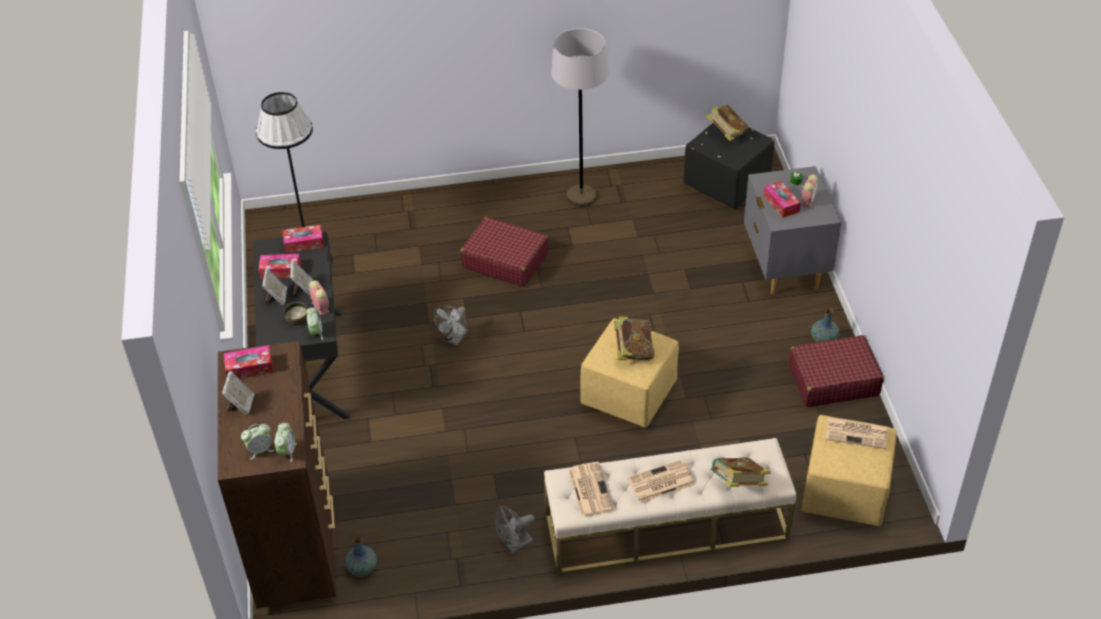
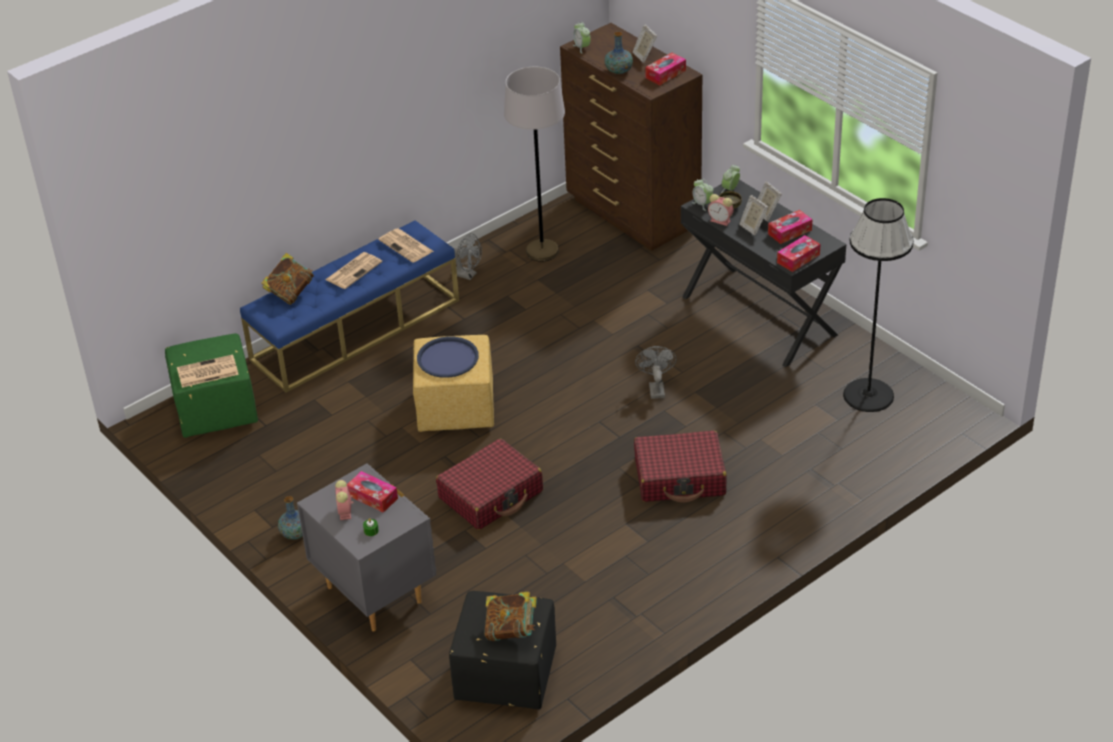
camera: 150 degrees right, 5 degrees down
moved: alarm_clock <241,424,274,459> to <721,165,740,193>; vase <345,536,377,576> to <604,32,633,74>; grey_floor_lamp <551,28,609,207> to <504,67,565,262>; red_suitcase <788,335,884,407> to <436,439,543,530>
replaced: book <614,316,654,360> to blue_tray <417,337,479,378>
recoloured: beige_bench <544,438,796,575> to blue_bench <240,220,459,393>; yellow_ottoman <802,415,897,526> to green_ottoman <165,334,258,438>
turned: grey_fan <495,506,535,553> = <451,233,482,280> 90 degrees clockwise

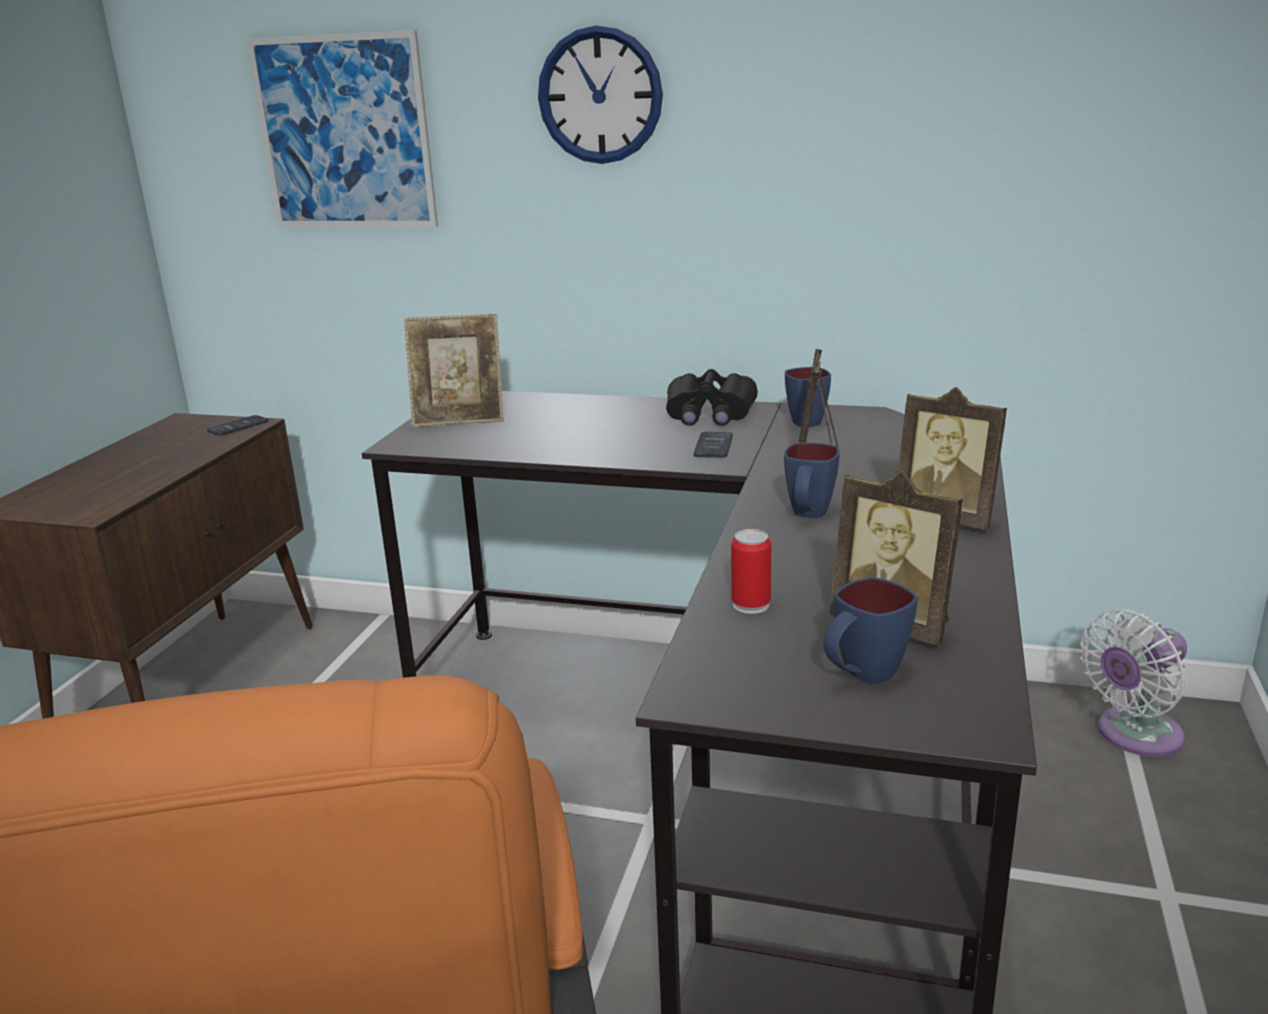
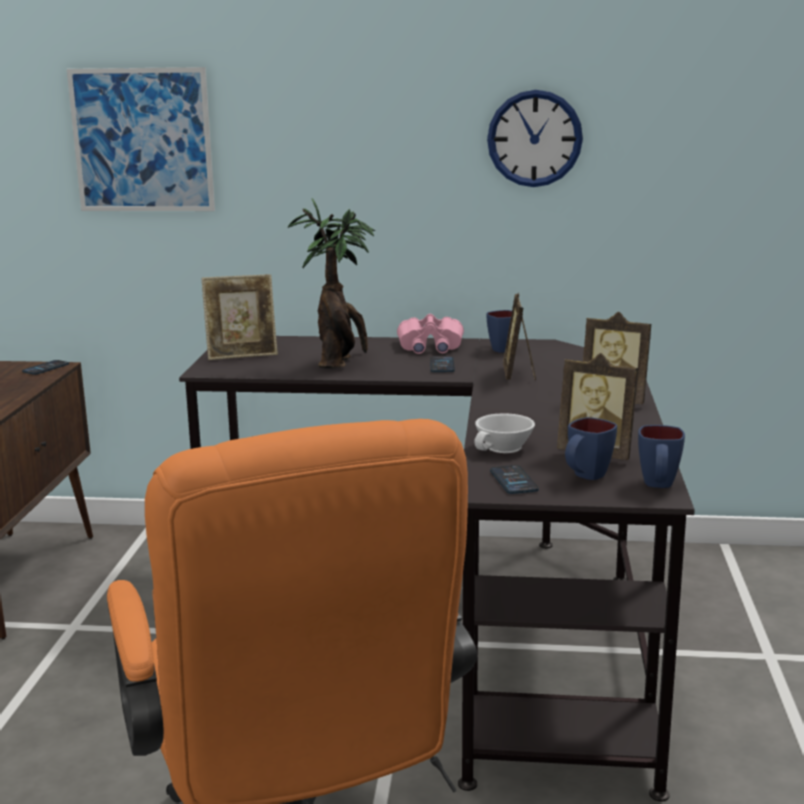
camera: 10 degrees left, 5 degrees down
removed: white_fan <1080,609,1187,757>
added: potted_plant <288,199,375,368>; phone <490,465,539,494>
moved: wall_clock <538,26,663,164> to <487,90,583,187>; blue_mug <784,442,840,518> to <638,425,685,488>
replaced: can <731,529,771,614> to white_cup <474,413,535,453>
recoloured: black_binoculars <666,369,758,426> to pink_binoculars <397,314,464,354>

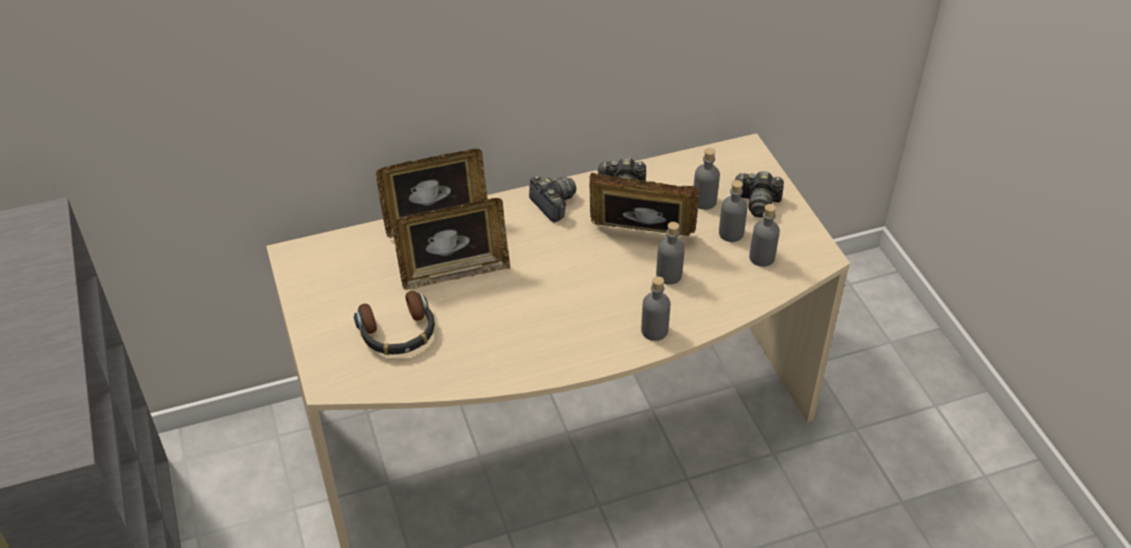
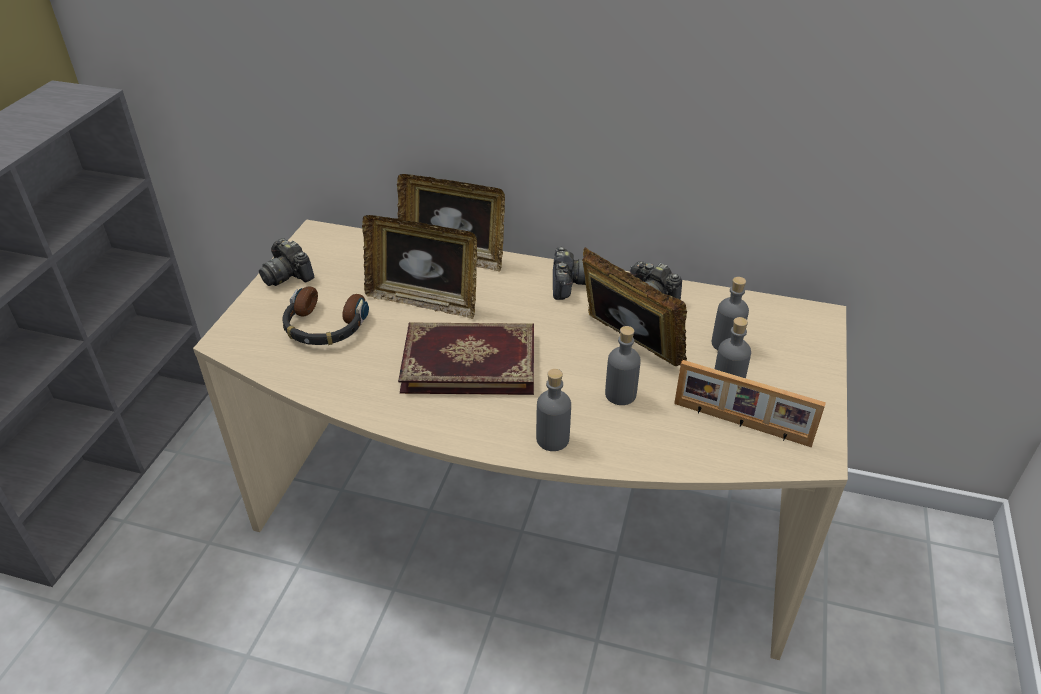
camera: 35 degrees right, 5 degrees down
added: book <398,323,534,395>
moved: photo_camera <735,171,784,218> to <259,238,314,286>
replaced: grey_bottle <749,204,780,267> to picture_frame <674,360,826,447>

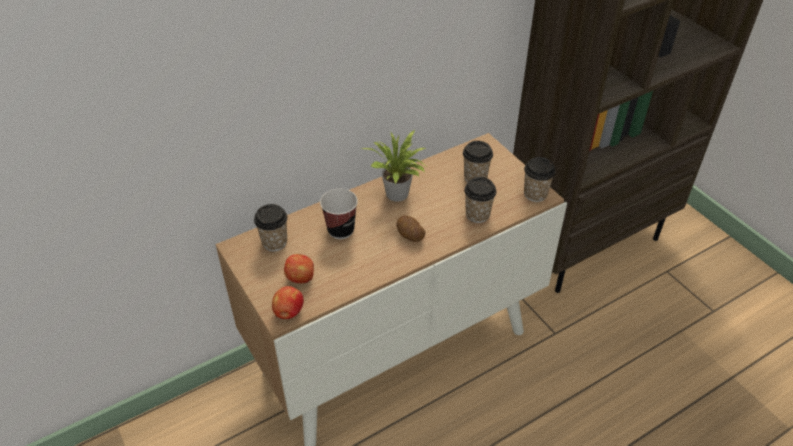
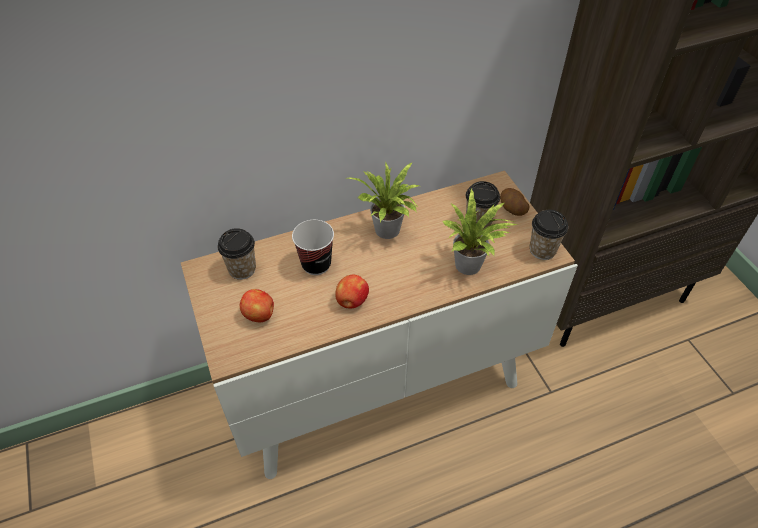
camera: 10 degrees right, 5 degrees up
moved: apple <272,286,304,319> to <335,275,369,308>; potato <396,216,426,242> to <500,188,530,216>
replaced: cup <464,177,496,223> to potted_plant <443,189,518,275>

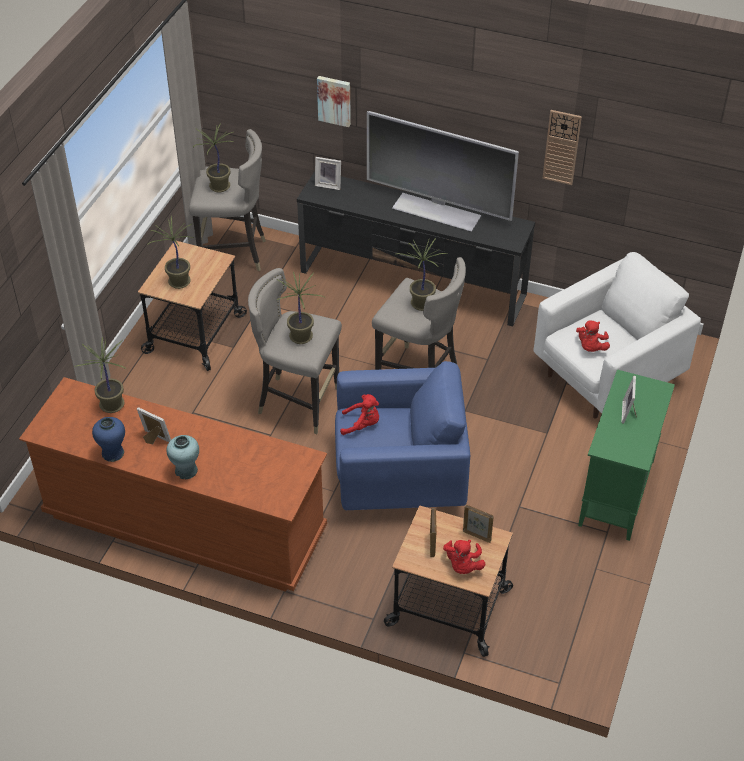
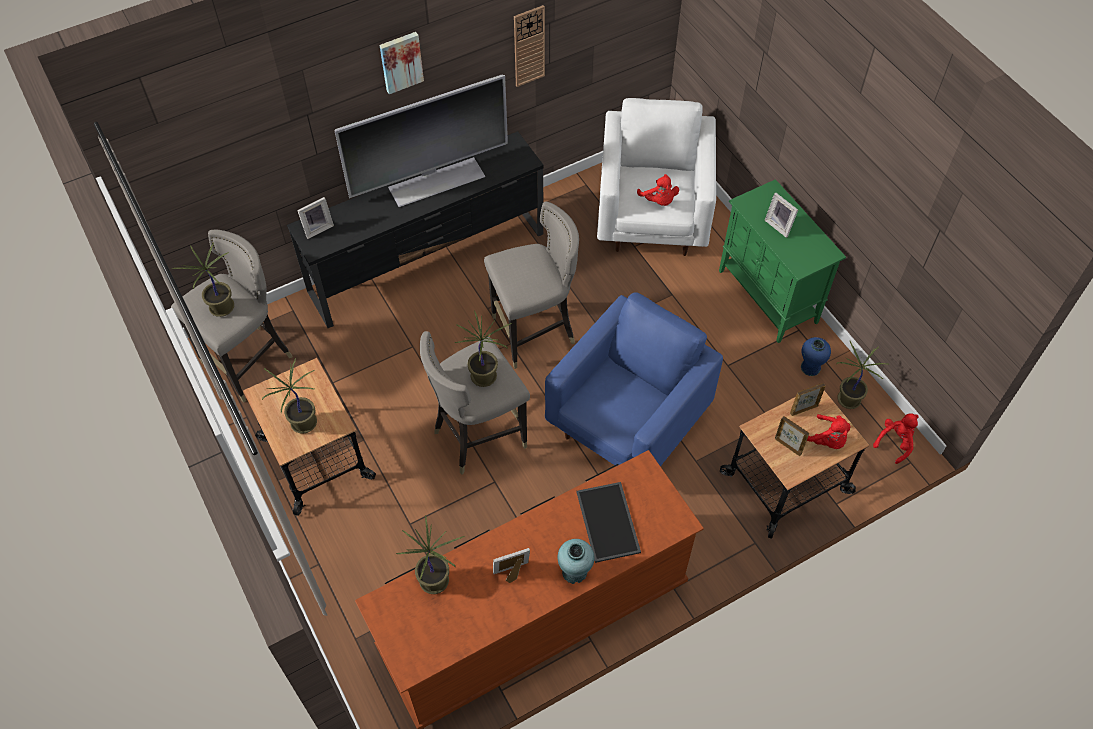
camera: 50 degrees left, 10 degrees up
added: tray <576,482,641,563>
moved: blue_vase <92,417,125,462> to <801,337,831,376>; picture <317,76,351,127> to <379,32,424,94>; red_plush_toy <340,394,379,435> to <873,413,919,464>; potted_plant <396,238,447,311> to <836,341,887,409>

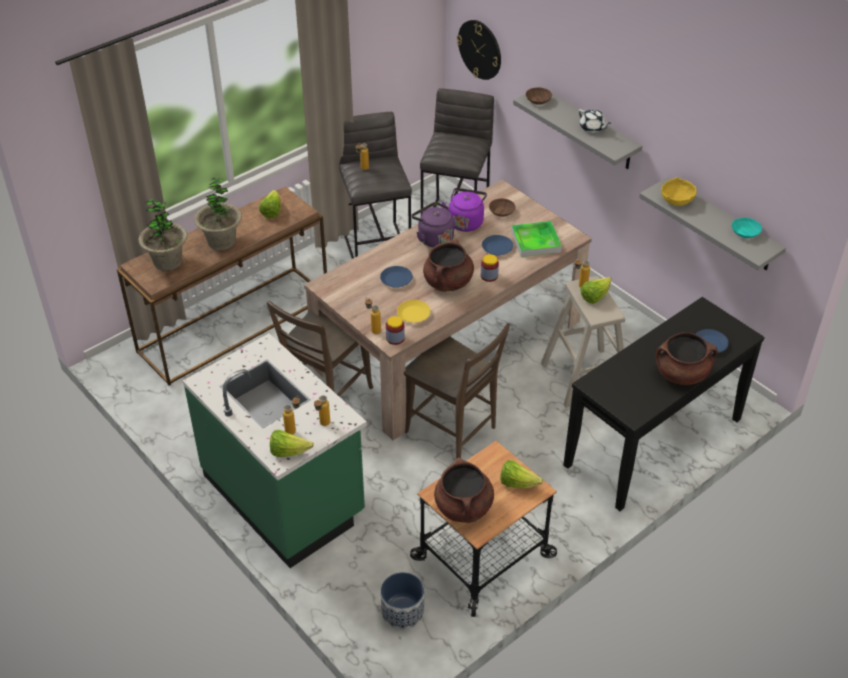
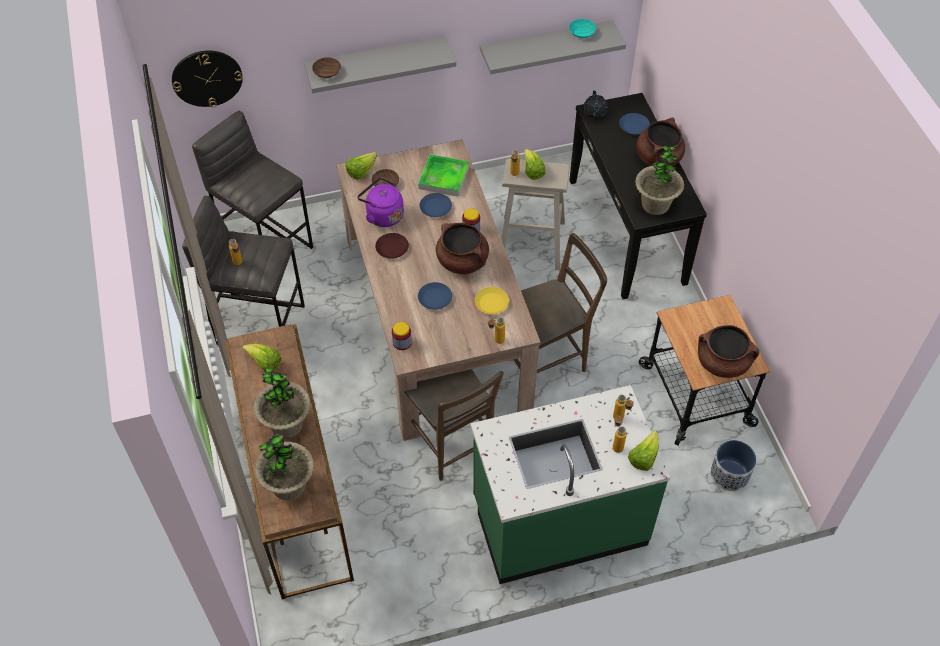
camera: 65 degrees left, 10 degrees up
removed: white_teapot <578,109,611,133>; yellow_bowl <661,177,696,206>
added: black_teapot <583,91,608,118>; potted_plant <635,145,684,215>
moved: jar <386,316,405,345> to <392,322,412,350>; lettuce <500,460,543,488> to <345,152,377,180>
replaced: purple_kettle <411,202,454,248> to brown_plate <375,233,409,259>

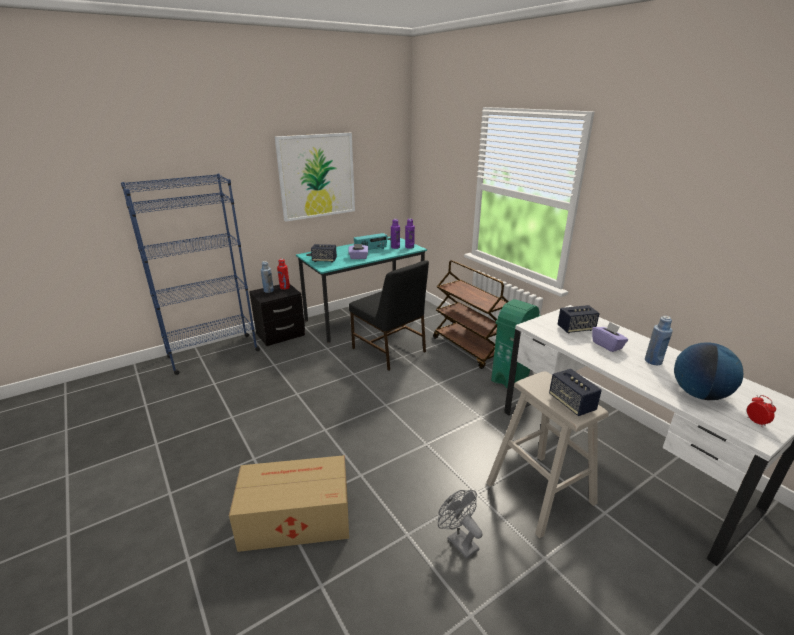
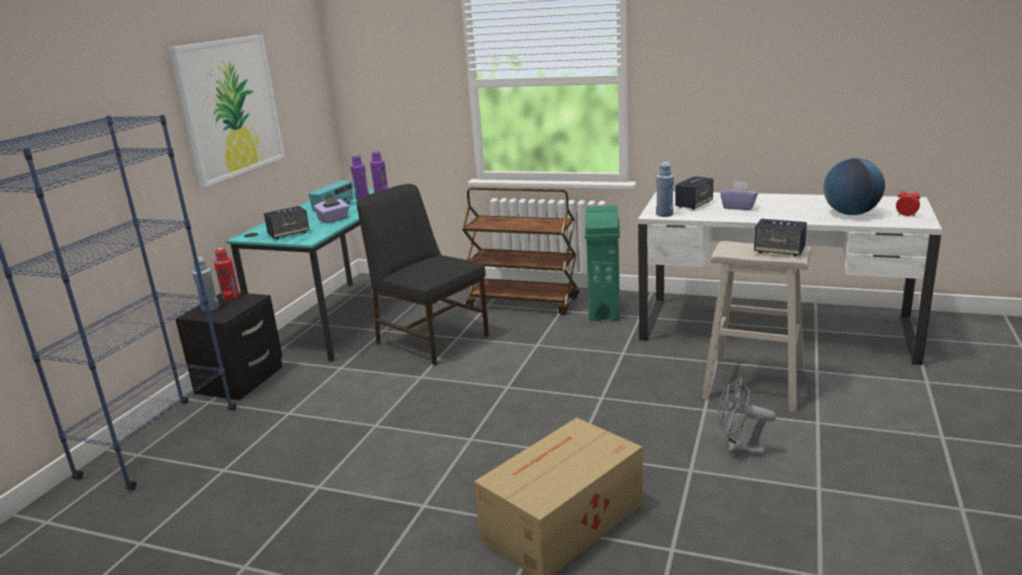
camera: 35 degrees left, 5 degrees down
moved: blue_bottle <645,316,673,365> to <656,162,674,217>
turned: black_chair <349,260,429,371> = <356,184,489,366> 150 degrees counterclockwise

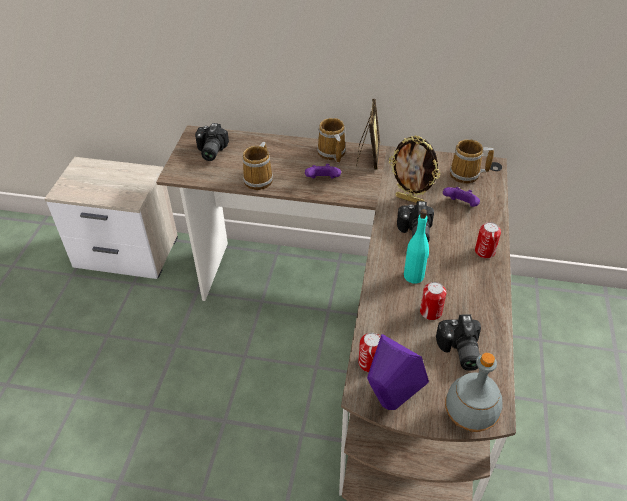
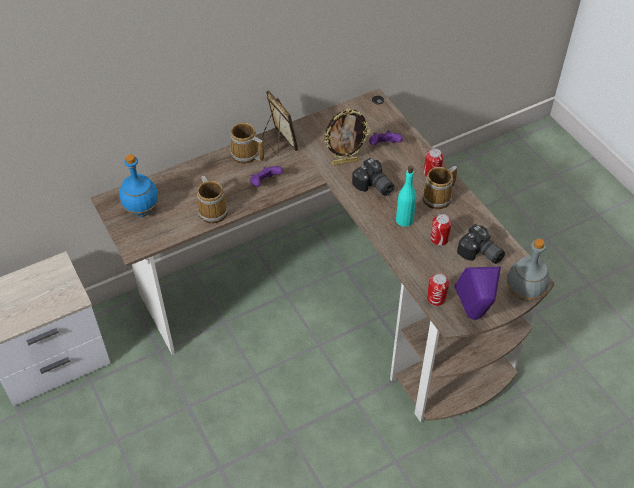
camera: 40 degrees left, 5 degrees up
moved: mug <450,139,494,184> to <422,166,457,209>
replaced: photo_camera <195,123,229,161> to blue_bottle <119,154,159,217>

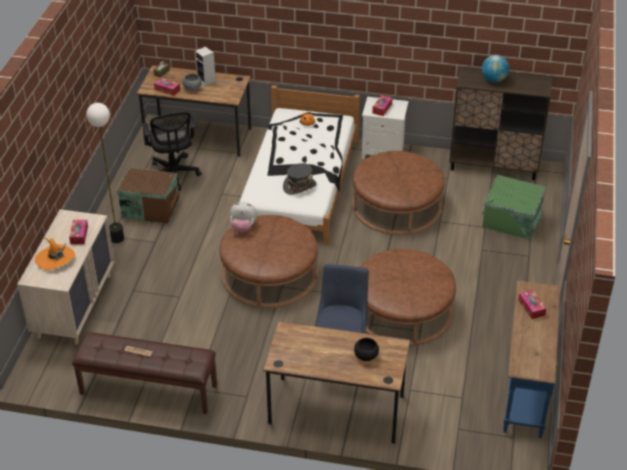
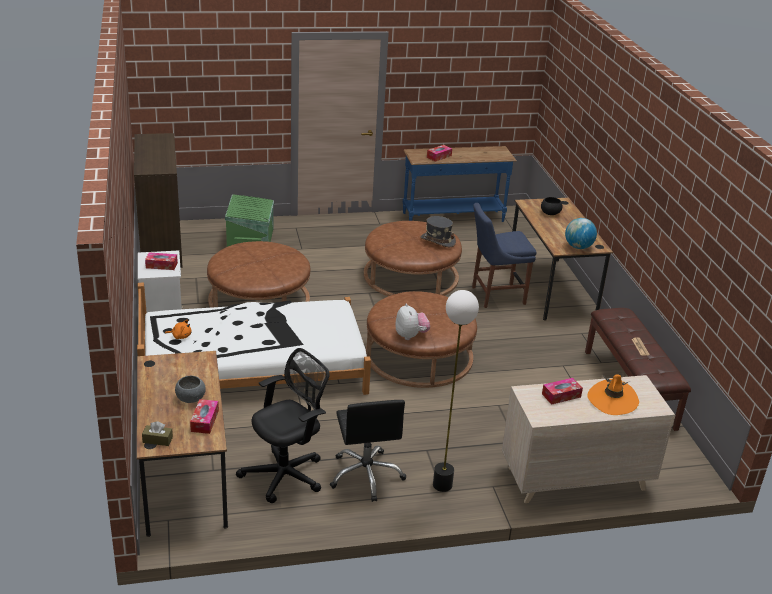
camera: 115 degrees left, 10 degrees down
removed: speaker <195,46,216,86>
moved: grey_hat <283,163,317,195> to <420,216,456,247>; globe <482,55,509,83> to <565,218,597,249>
replaced: brown_storage_box <117,168,180,224> to black_office_chair <330,400,406,502>

